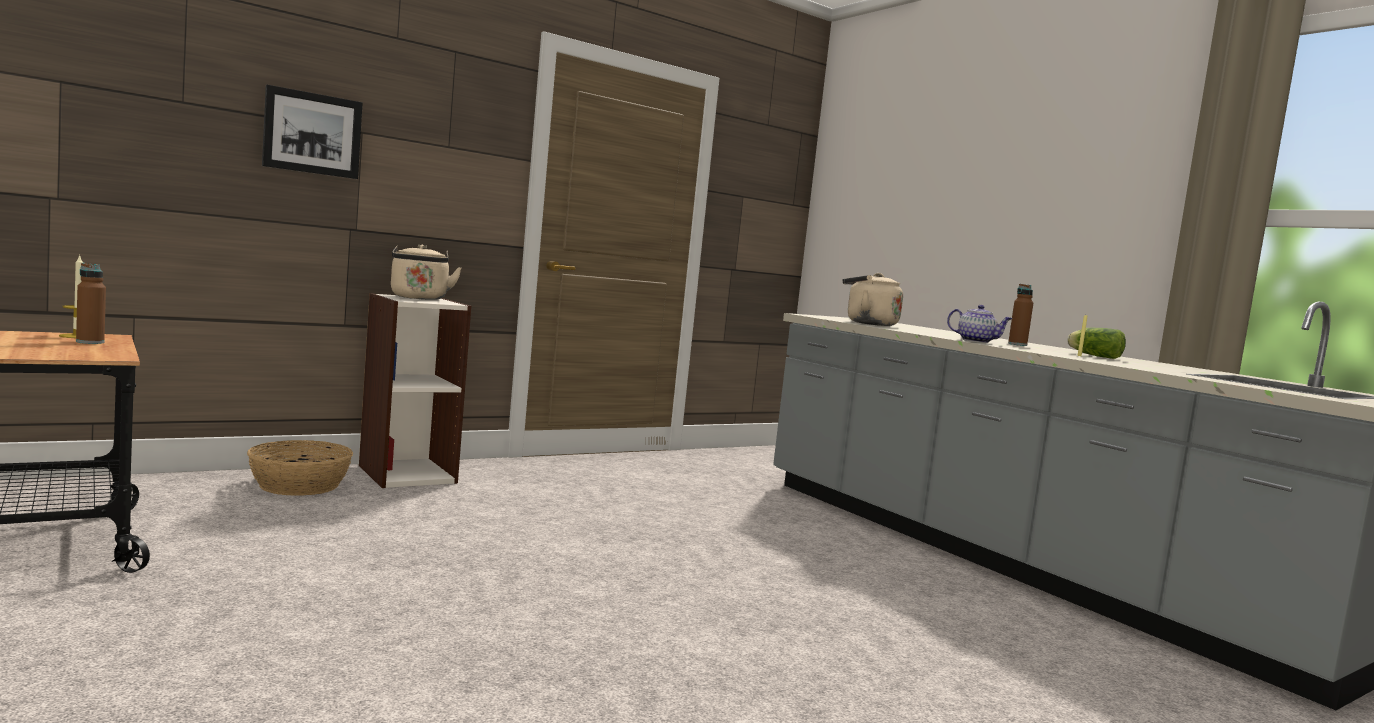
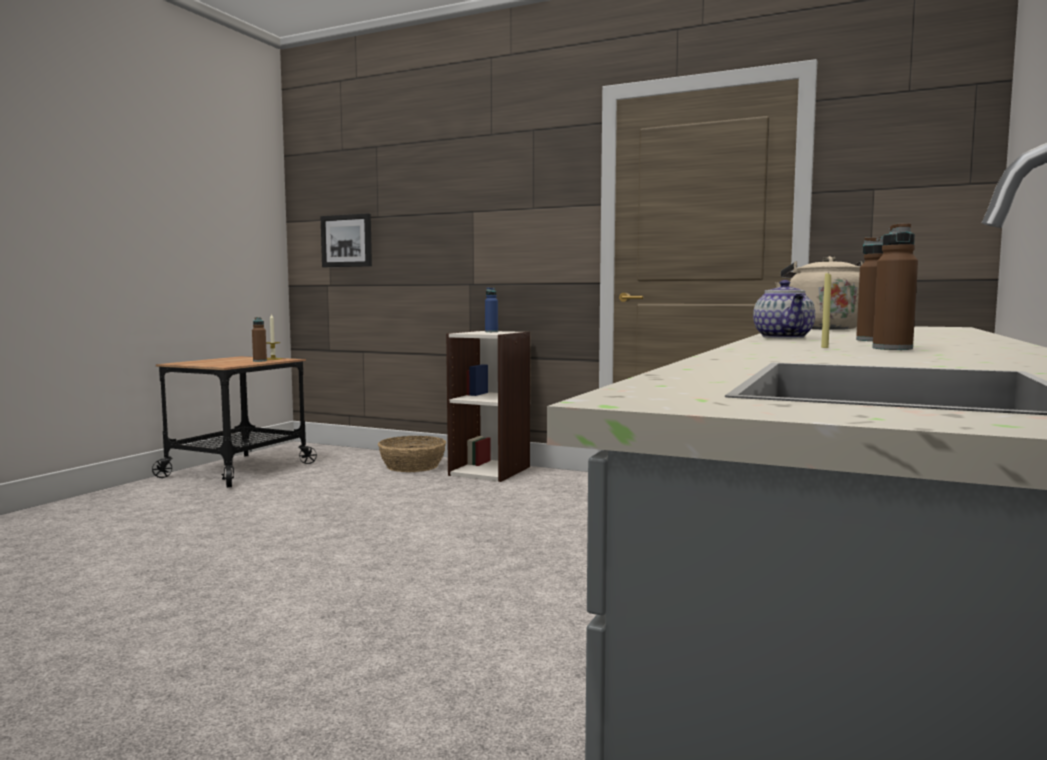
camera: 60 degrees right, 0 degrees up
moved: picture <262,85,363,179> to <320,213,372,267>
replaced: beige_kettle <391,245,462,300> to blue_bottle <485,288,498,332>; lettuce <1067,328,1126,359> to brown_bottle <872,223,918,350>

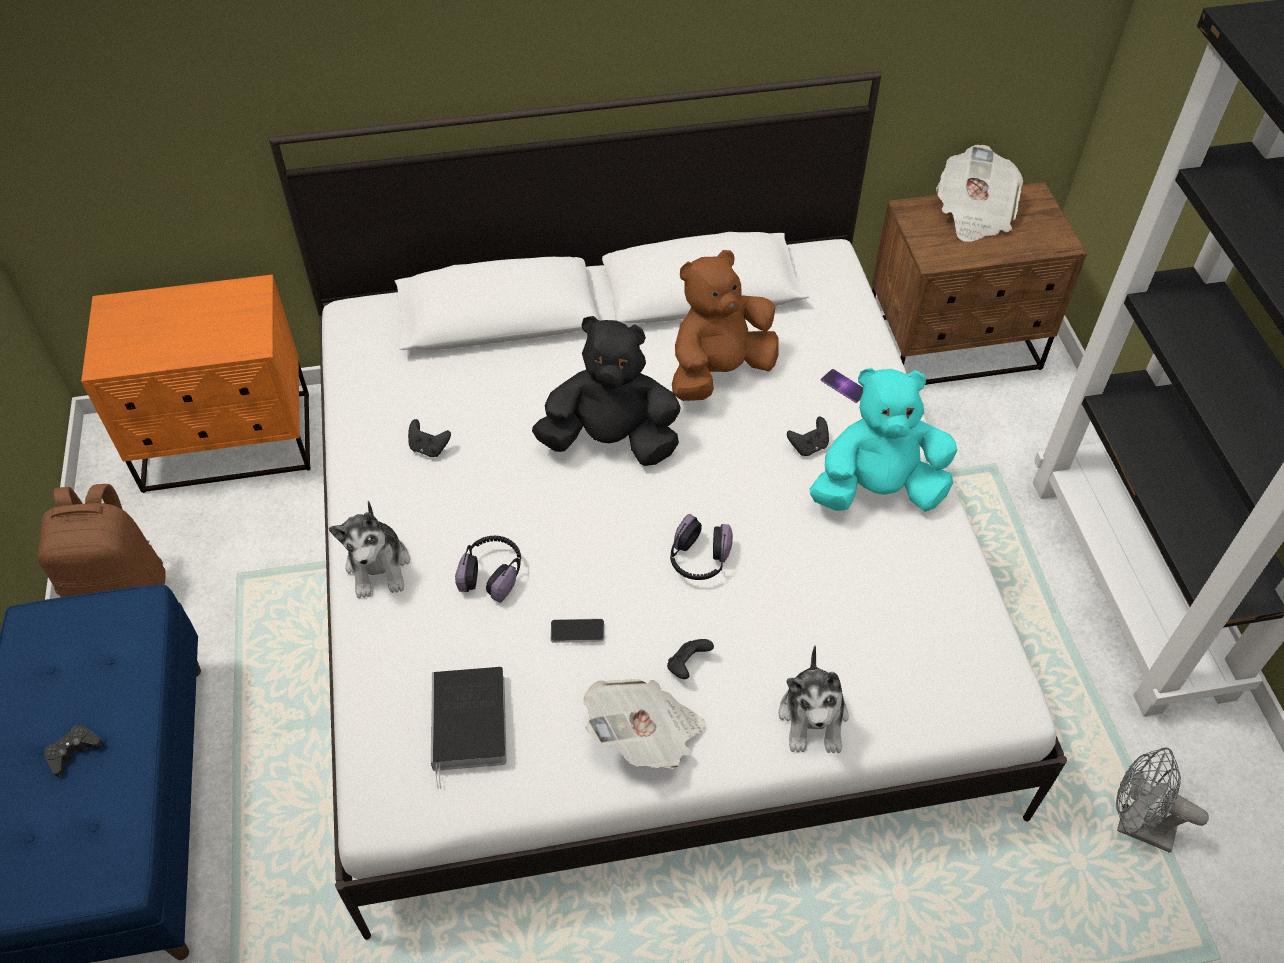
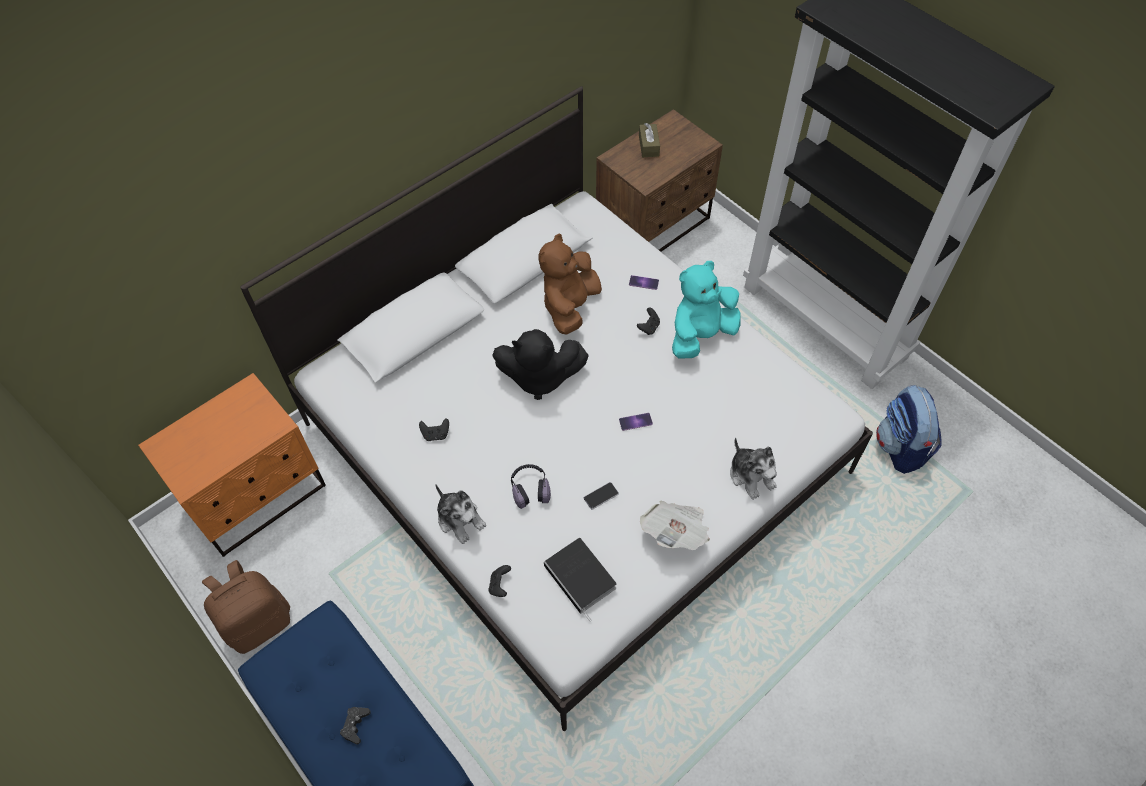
camera: 30 degrees left, 5 degrees up
moved: black_game_controller <667,639,714,679> to <489,565,511,597>
replaced: headphones <670,514,733,580> to phone <619,413,653,431>; newspaper <936,145,1023,242> to brown_tissue_box <639,123,660,157>; grey_fan <1116,747,1209,853> to backpack <876,385,942,474>
turned: black_plush_toy <532,316,681,466> = <492,329,589,400> 150 degrees counterclockwise

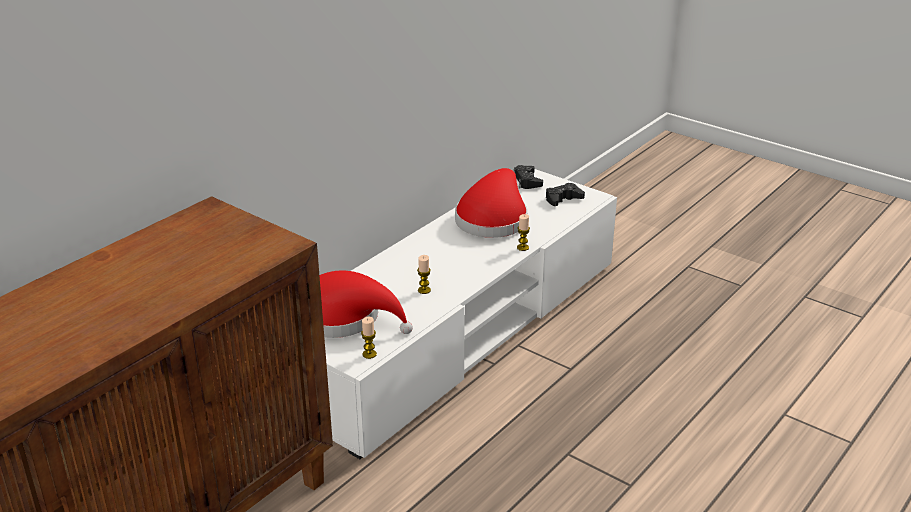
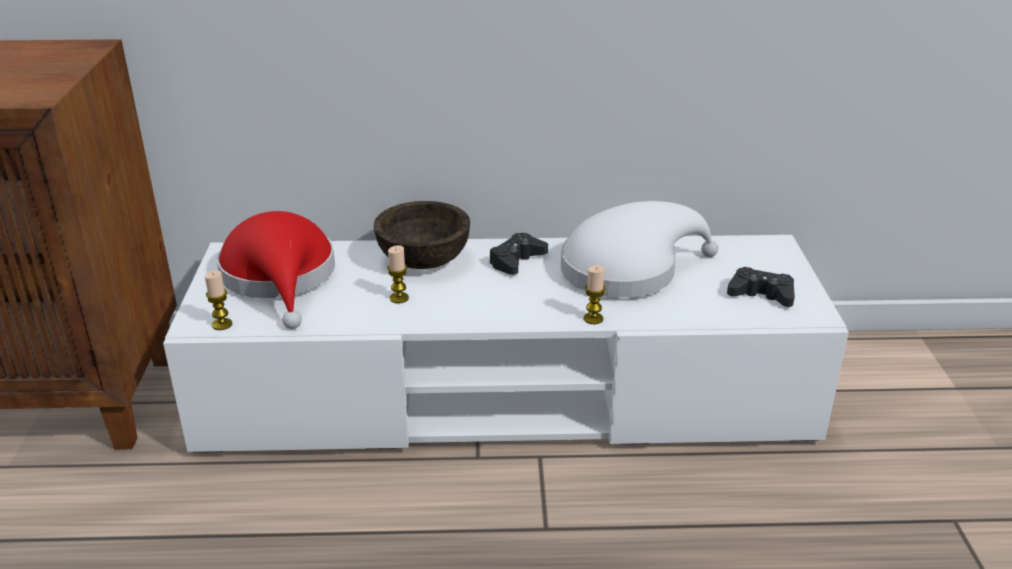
camera: 50 degrees right, 0 degrees up
added: brown_bowl <374,201,470,269>
moved: black_game_controller <513,165,543,189> to <489,233,548,275>
recoloured: red_hat <455,168,528,238> to white_hat <561,201,718,298>

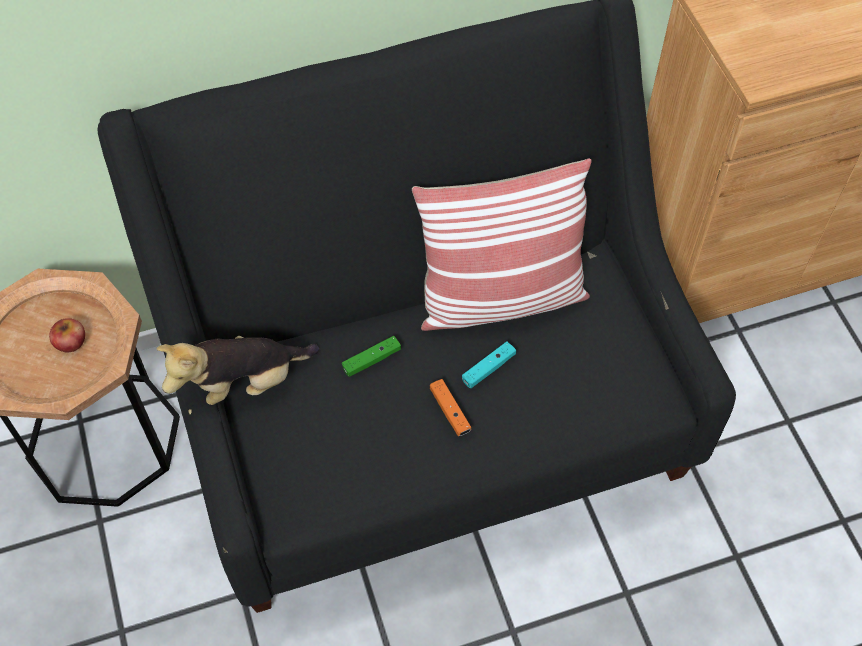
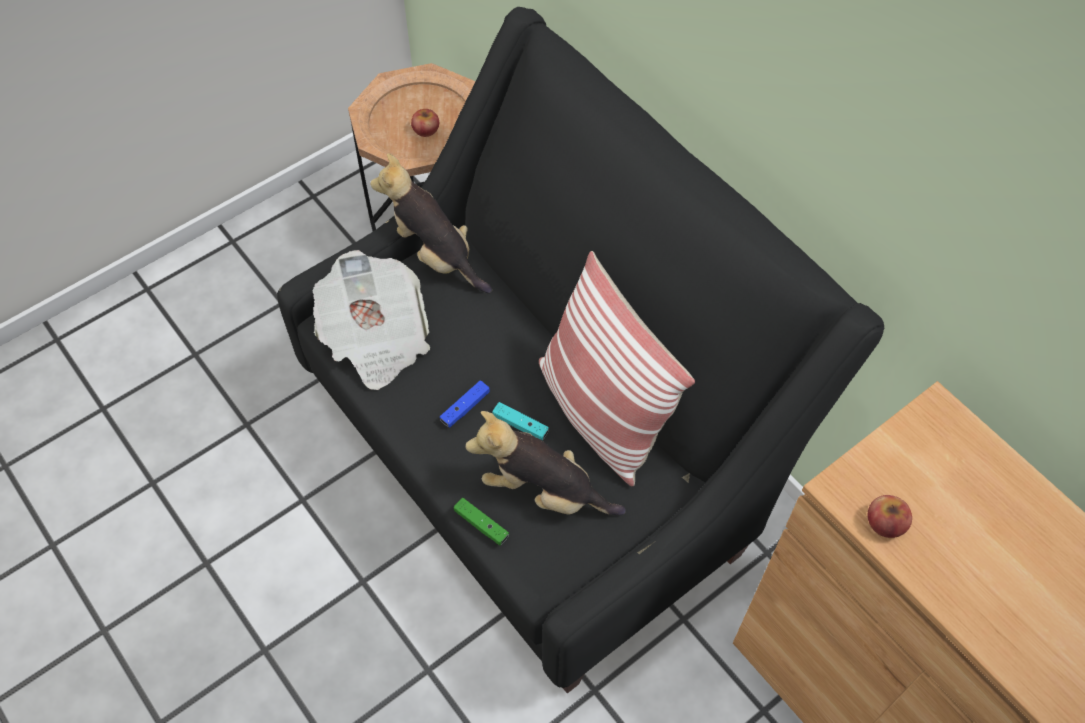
camera: 70 degrees right, 0 degrees up
added: newspaper <313,250,430,390>; plush_toy <465,411,626,515>; apple <868,495,912,538>
moved: green_game_controller <342,336,401,377> to <454,498,509,546>
recoloured: orange_game_controller <430,379,471,436> to blue_game_controller <440,381,490,427>

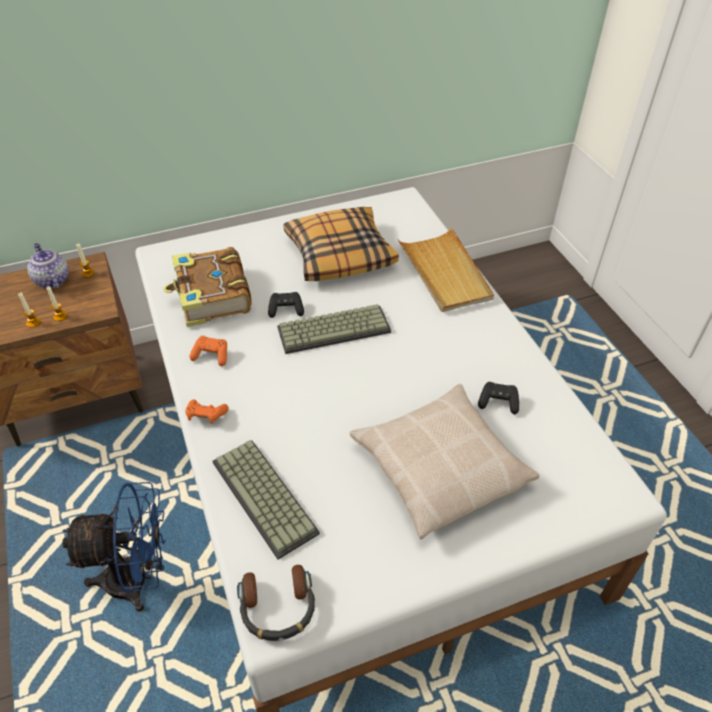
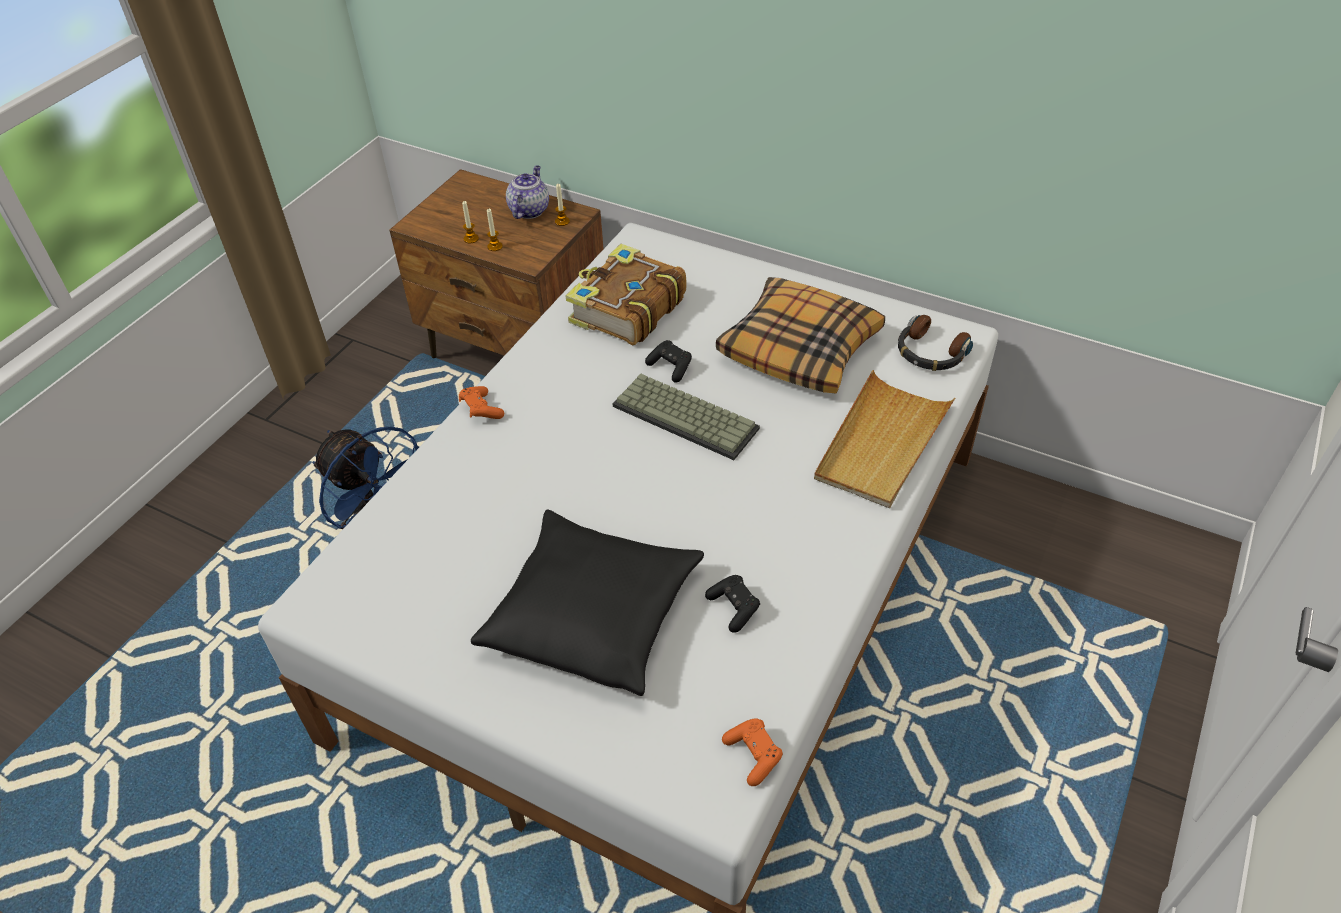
camera: 50 degrees right, 0 degrees up
removed: keyboard <213,440,320,560>
moved: orange_game_controller <190,336,227,366> to <722,718,783,786>; headphones <237,565,315,641> to <898,315,973,371>
recoloured: beige_pillow <350,384,540,539> to black_pillow <471,510,704,696>

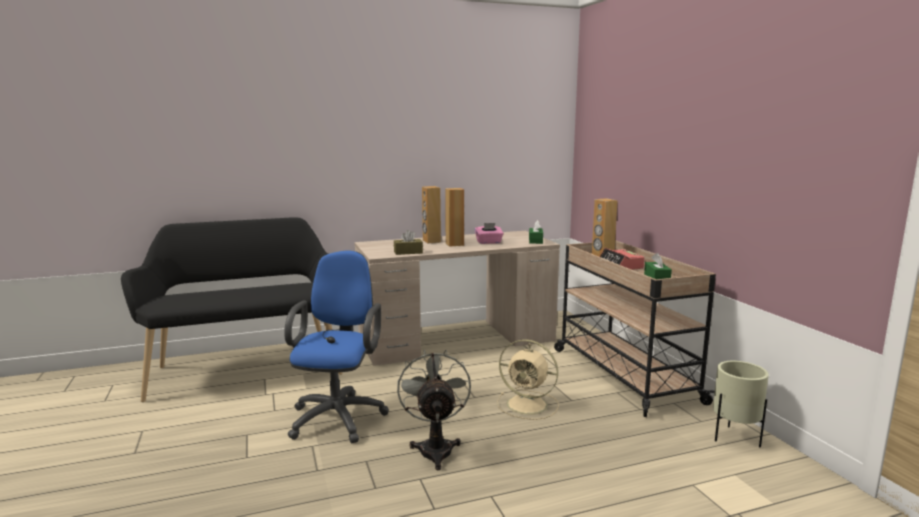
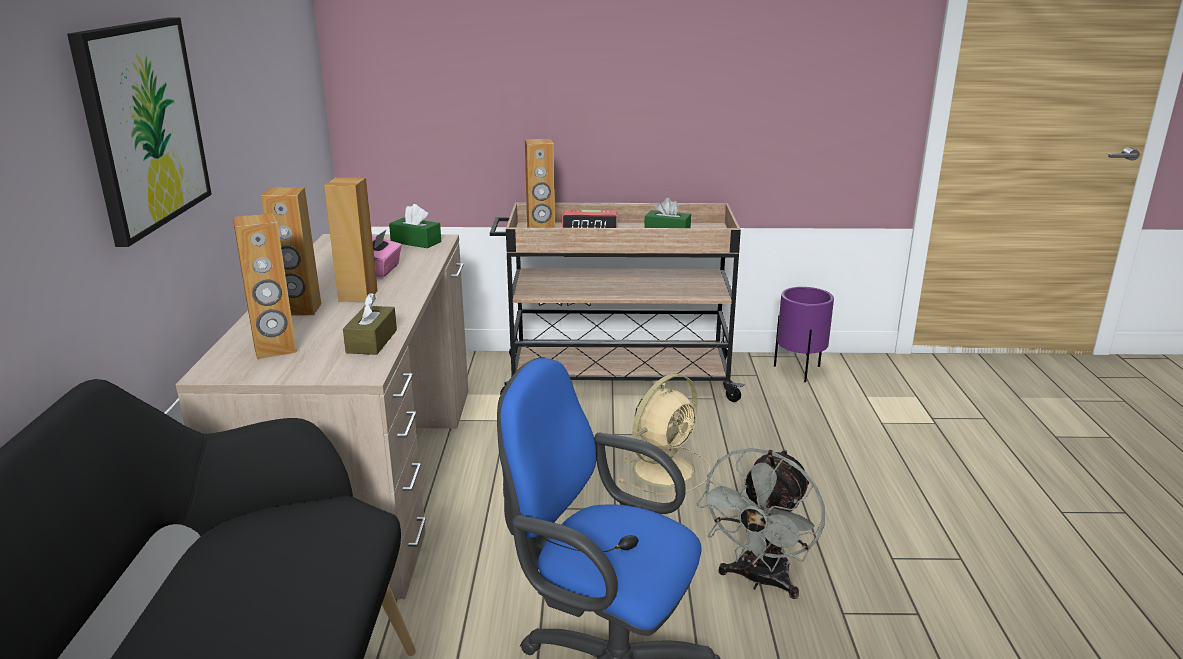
camera: 70 degrees left, 10 degrees up
added: picture <67,17,212,247>; brown_speaker <232,213,297,359>
recoloured: beige_planter <713,361,769,448> to purple_planter <774,287,834,382>
turned: grey_fan <397,349,471,470> = <697,448,825,599> 75 degrees counterclockwise

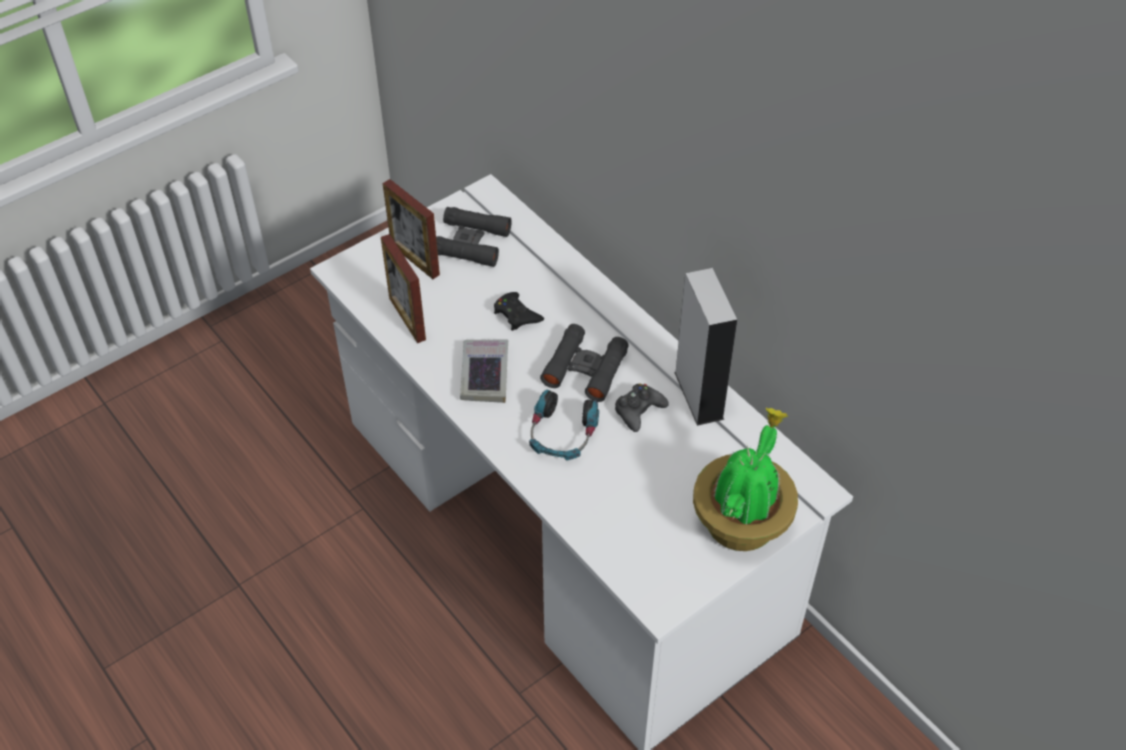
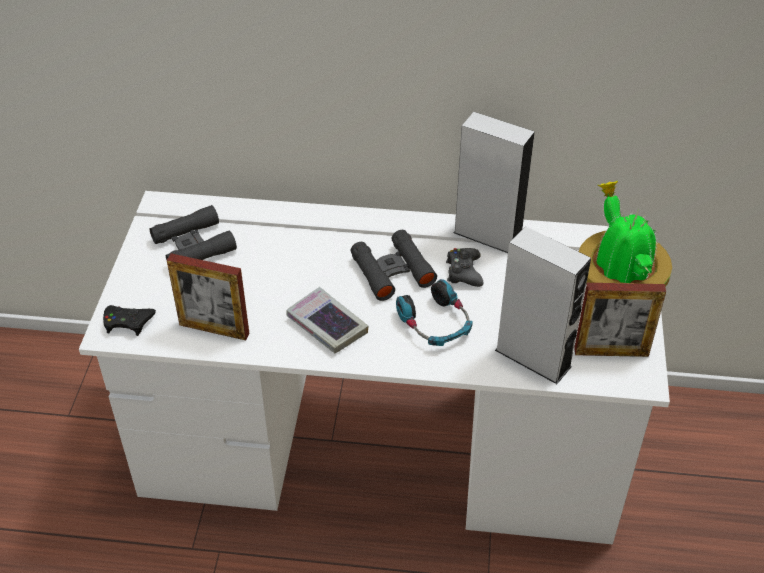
camera: 45 degrees left, 5 degrees down
added: grey_speaker <495,226,591,384>
moved: picture_frame <383,179,440,279> to <574,283,666,357>; black_game_controller <494,292,544,331> to <103,305,156,336>

